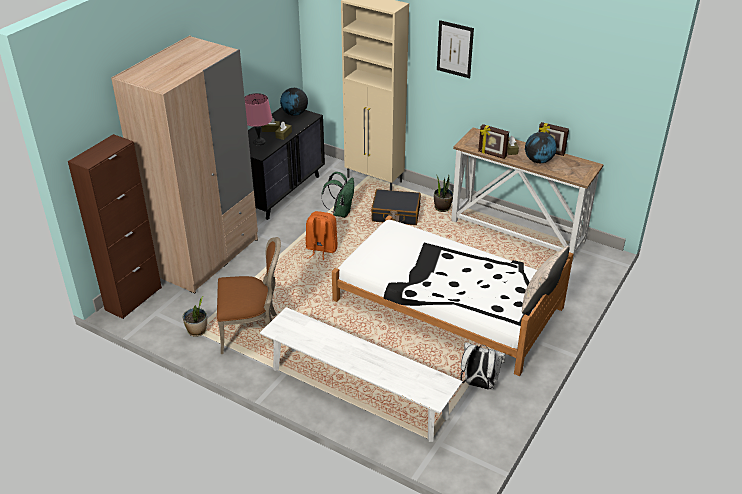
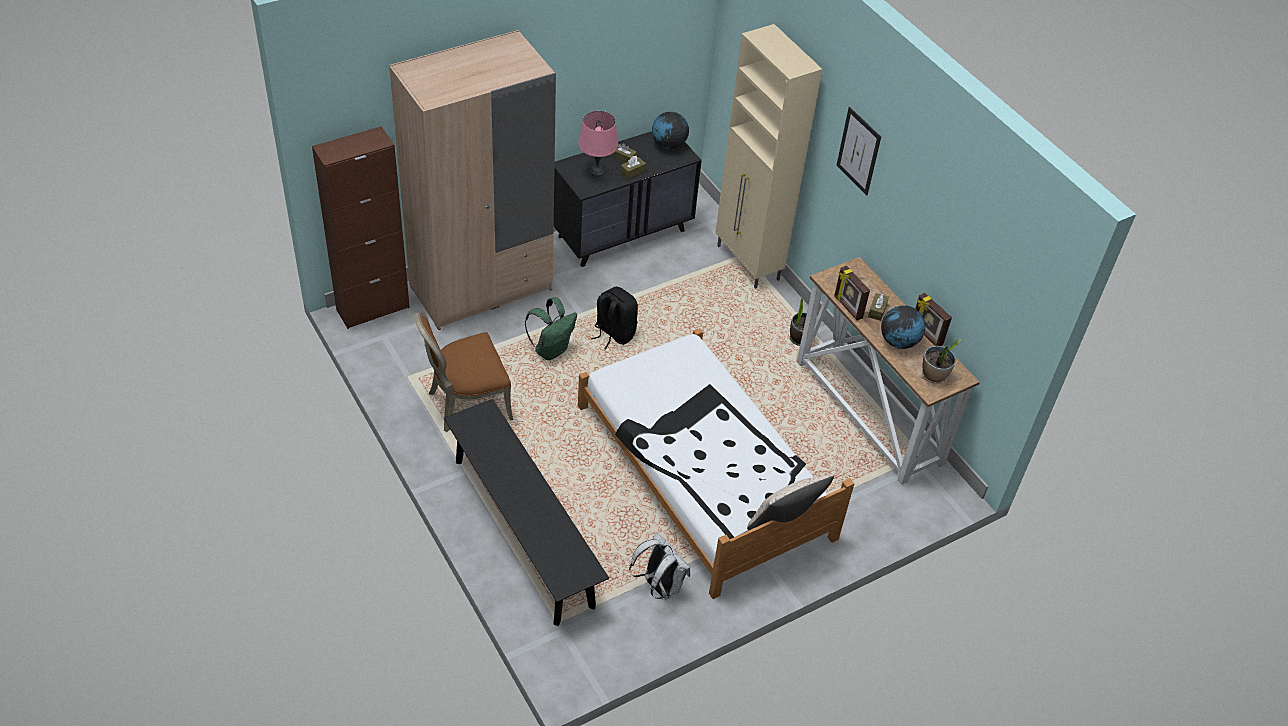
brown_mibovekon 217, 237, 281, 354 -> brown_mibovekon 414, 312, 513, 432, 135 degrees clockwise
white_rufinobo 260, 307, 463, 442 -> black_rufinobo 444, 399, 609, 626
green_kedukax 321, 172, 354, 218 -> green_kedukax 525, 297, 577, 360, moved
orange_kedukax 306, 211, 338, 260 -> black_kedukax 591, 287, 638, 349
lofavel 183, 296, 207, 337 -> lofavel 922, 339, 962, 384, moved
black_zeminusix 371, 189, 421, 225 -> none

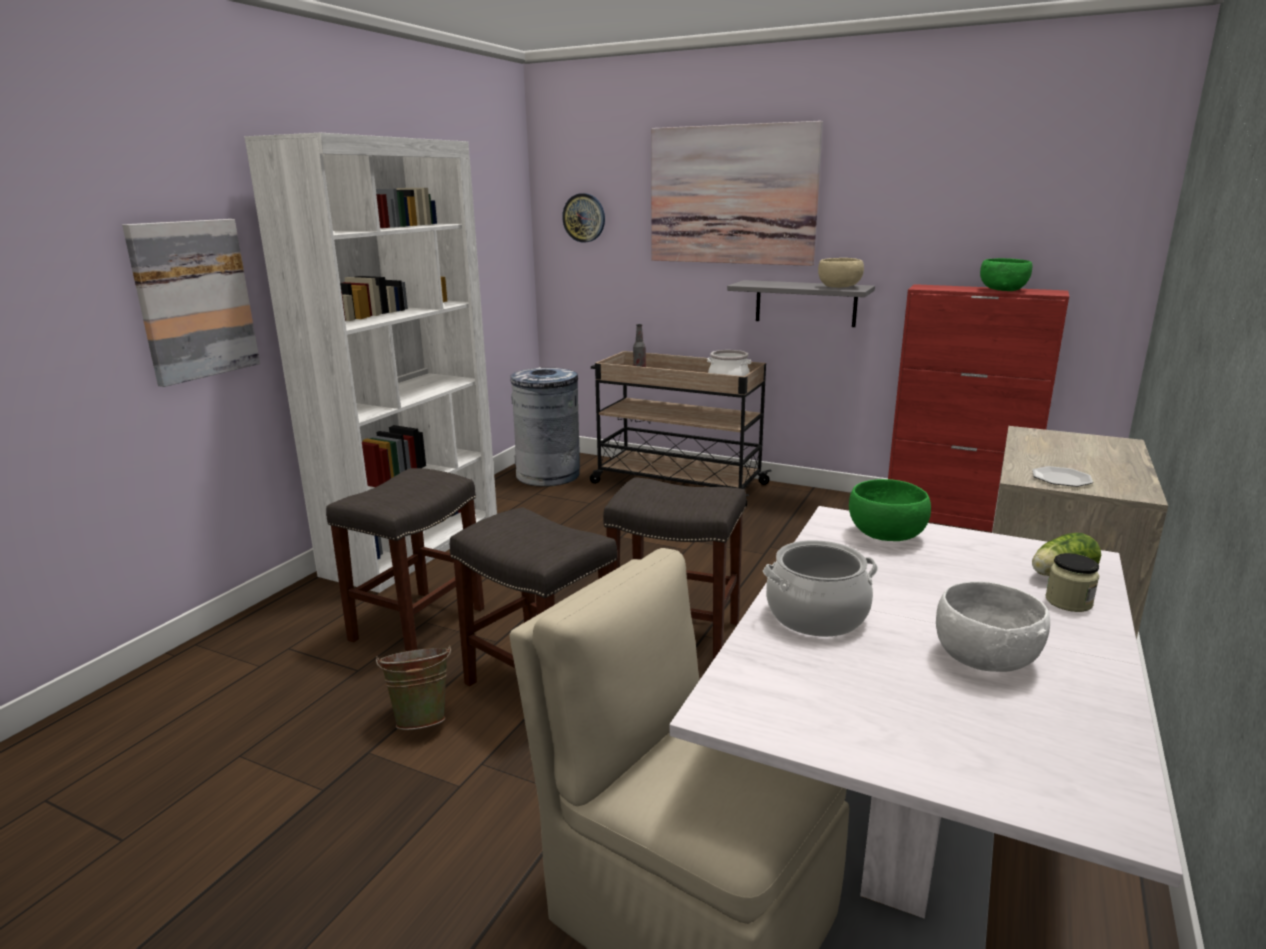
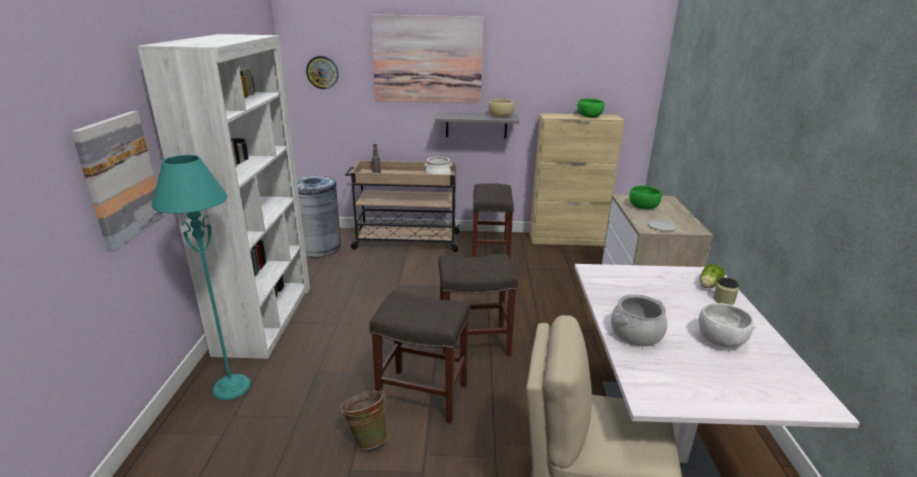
none -> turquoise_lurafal 151, 155, 251, 400
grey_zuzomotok 326, 468, 484, 652 -> grey_zuzomotok 472, 183, 514, 257, moved
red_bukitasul 888, 284, 1069, 532 -> beige_bukitasul 530, 113, 624, 246
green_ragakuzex 849, 479, 931, 541 -> green_ragakuzex 629, 186, 662, 209, moved

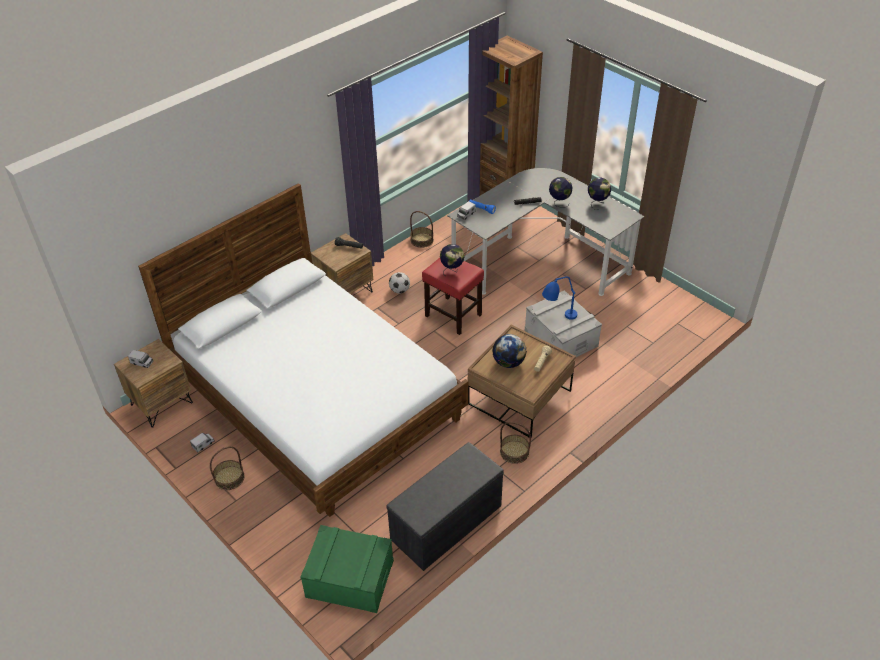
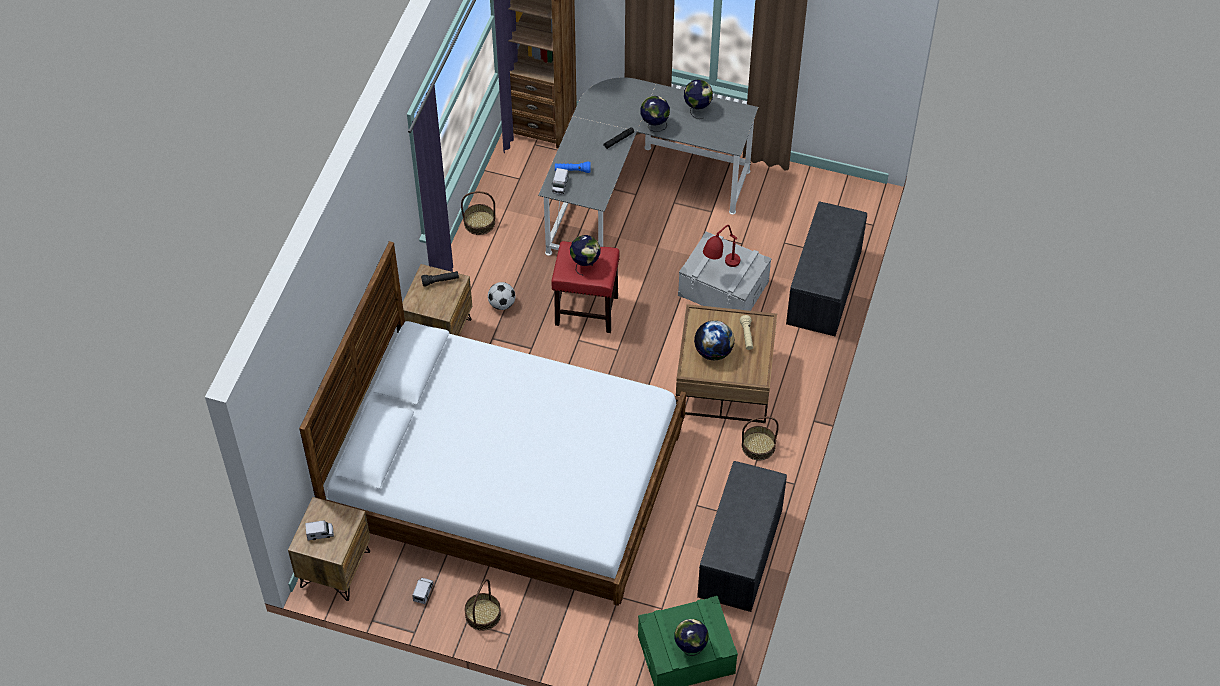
none -> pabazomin 674, 619, 709, 656
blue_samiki 542, 276, 577, 320 -> red_samiki 703, 225, 740, 267
none -> grey_rufinobo 786, 202, 867, 337

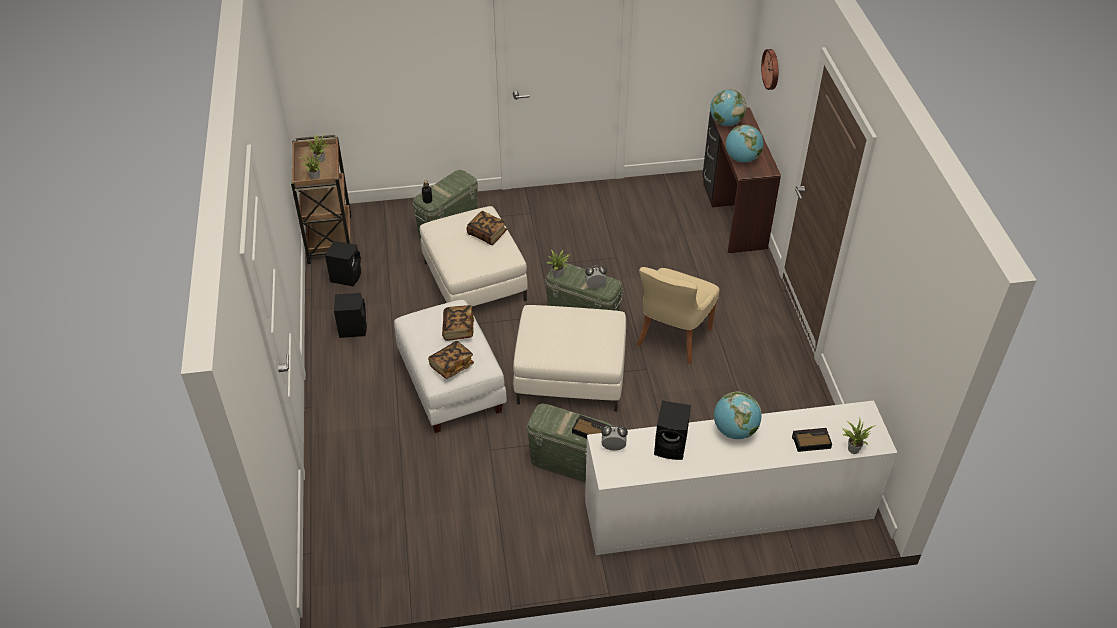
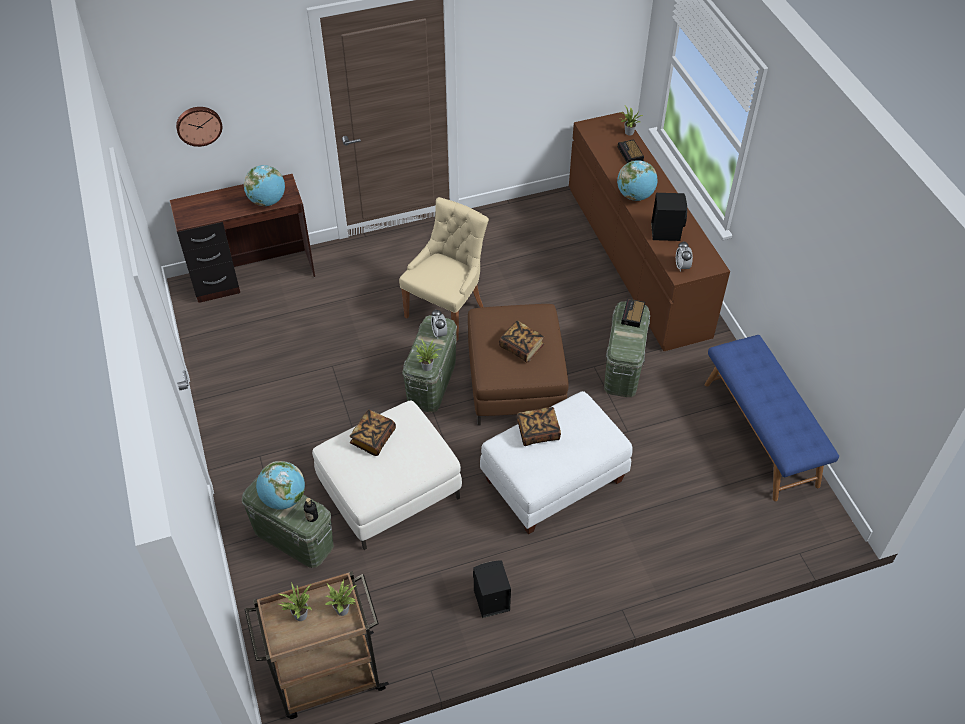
pabazomin 710, 89, 747, 126 -> pabazomin 256, 461, 305, 510, moved
beige_mibovekon 637, 267, 720, 364 -> beige_mibovekon 399, 197, 489, 341, 75 degrees counterclockwise
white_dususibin 513, 305, 626, 412 -> brown_dususibin 468, 304, 569, 426
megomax 428, 341, 474, 379 -> megomax 499, 320, 545, 363, moved
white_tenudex 585, 400, 897, 555 -> brown_tenudex 569, 112, 730, 351
none -> blue_rufinobo 705, 335, 839, 501
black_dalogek 325, 241, 361, 286 -> none

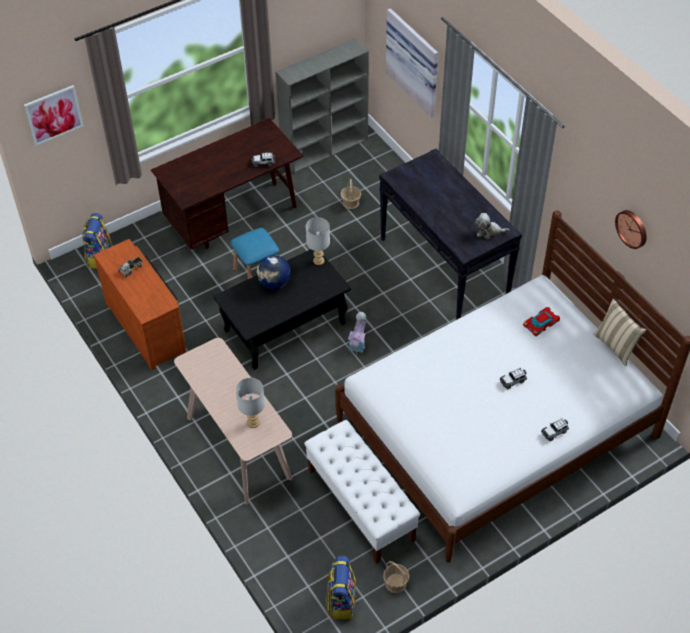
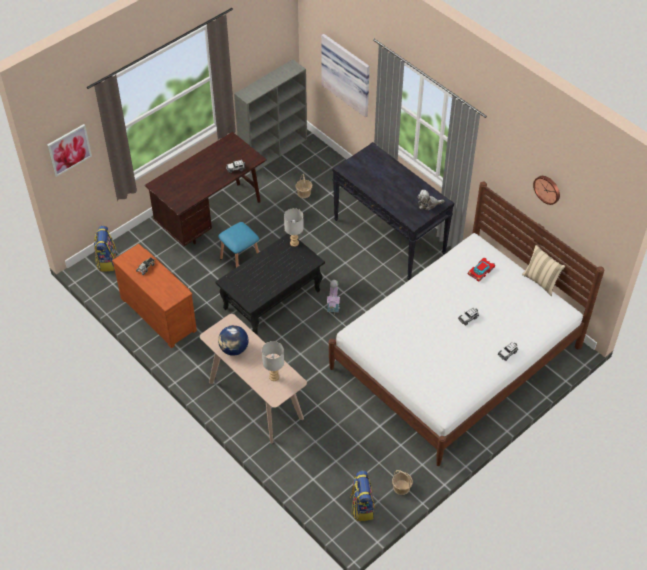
pabazomin 256, 255, 291, 289 -> pabazomin 218, 325, 248, 356, moved
white_rufinobo 304, 420, 420, 564 -> none

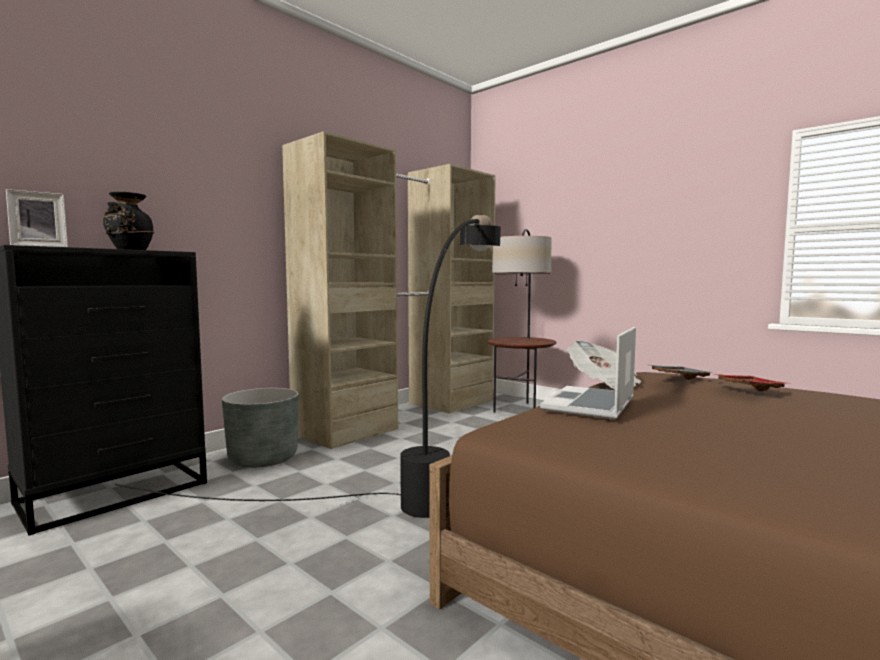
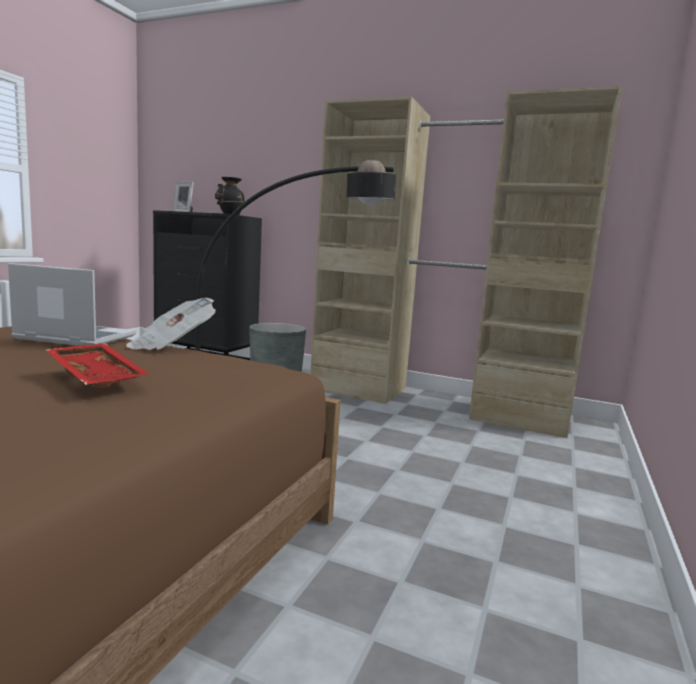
lurafal 487, 229, 556, 412 -> none
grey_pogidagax 650, 365, 715, 380 -> none

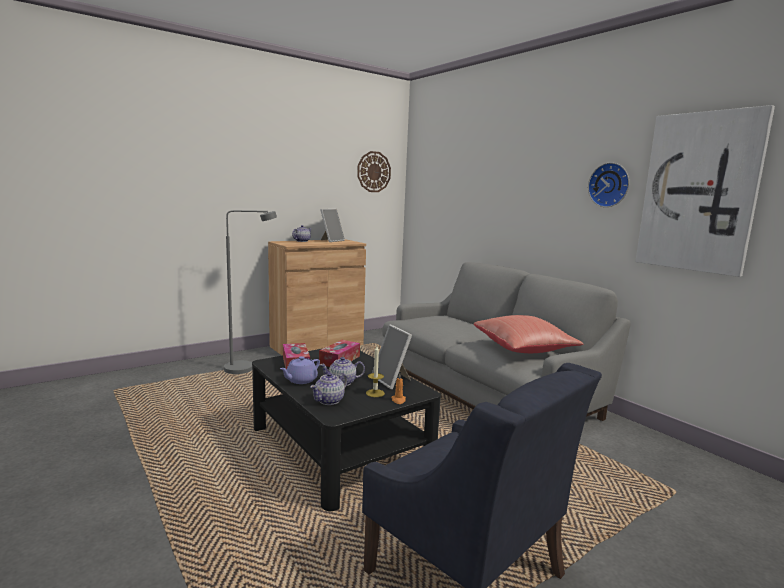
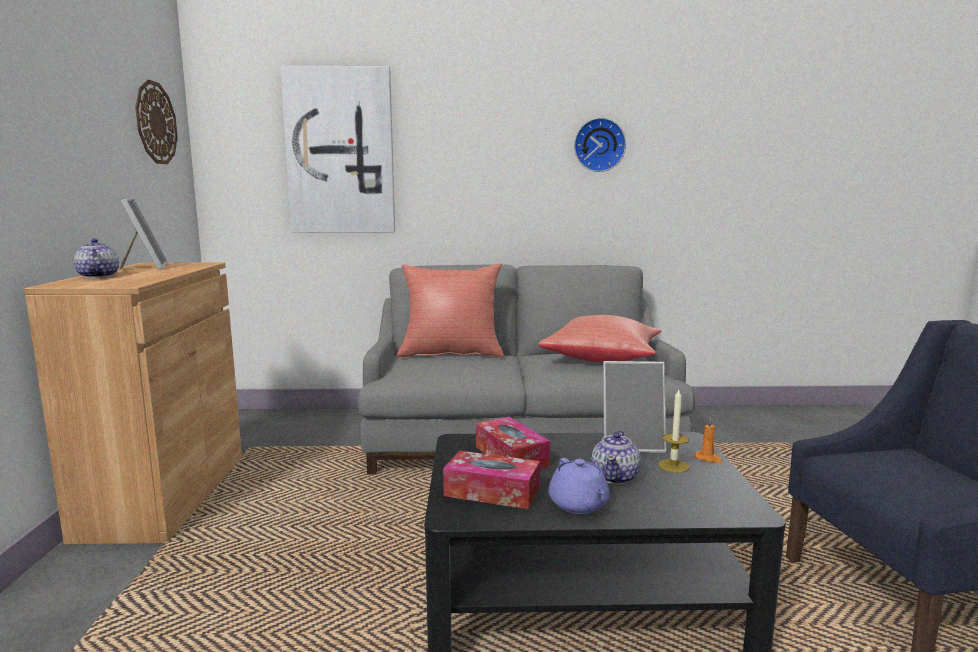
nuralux 635, 105, 775, 277 -> nuralux 280, 66, 395, 233, moved
none -> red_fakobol 397, 264, 504, 357
grey_lurafal 224, 210, 277, 374 -> none
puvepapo 310, 373, 347, 405 -> none

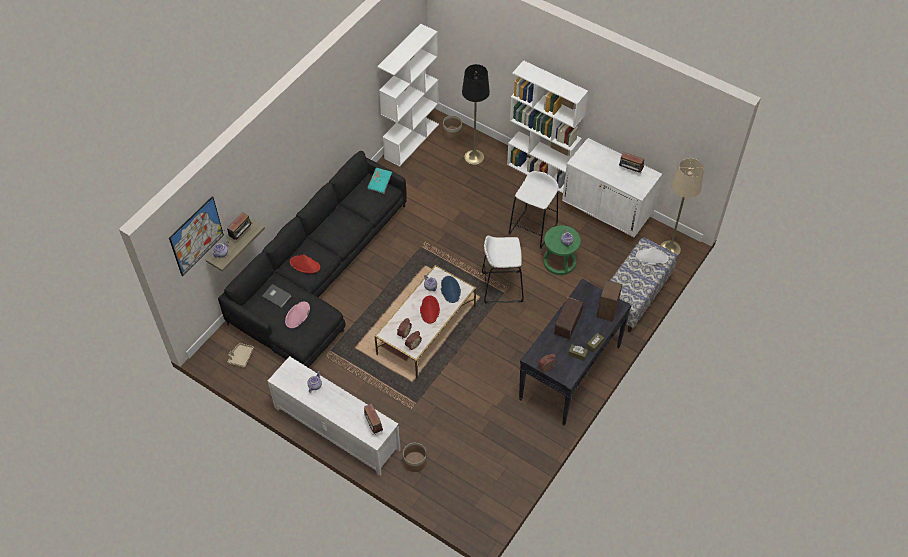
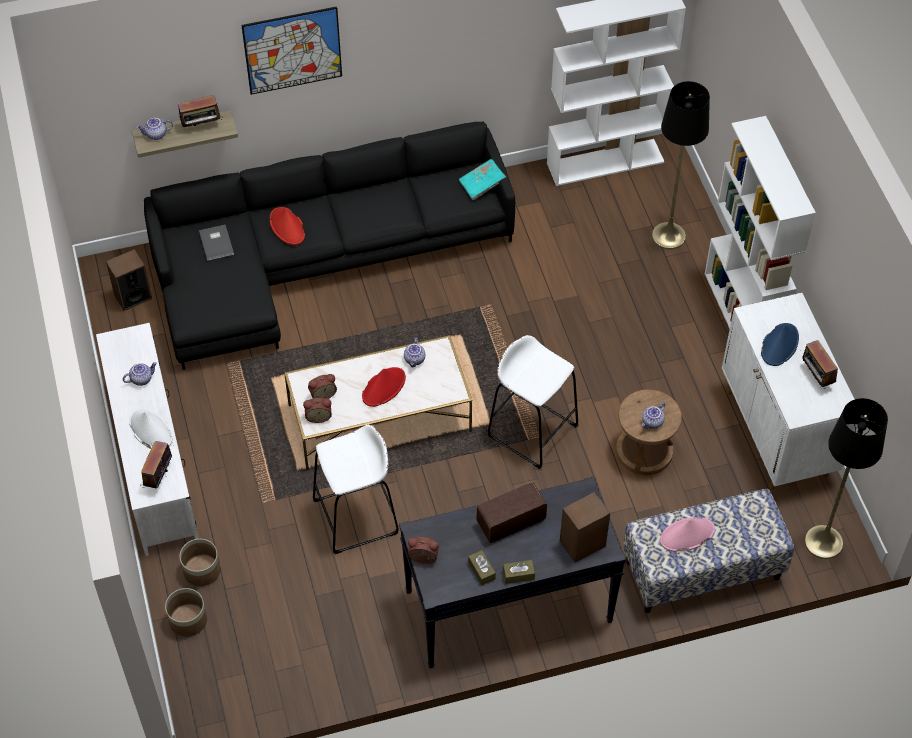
beige_pogidagax 228, 343, 254, 368 -> dalogek 106, 249, 152, 311
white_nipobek 636, 247, 669, 265 -> white_nipobek 129, 409, 172, 449, moved
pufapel 443, 115, 462, 140 -> pufapel 165, 588, 207, 637, moved
nuralux 169, 196, 224, 276 -> nuralux 241, 6, 342, 95, moved
white_zuzomotok 509, 171, 558, 248 -> white_zuzomotok 313, 425, 398, 554, moved
green_zuzomotok 543, 225, 581, 275 -> brown_zuzomotok 616, 389, 682, 475
pink_nipobek 285, 302, 310, 328 -> pink_nipobek 660, 517, 715, 552, moved
blue_nipobek 441, 276, 461, 303 -> blue_nipobek 761, 323, 799, 366, moved
beige_lurafal 660, 158, 704, 256 -> black_lurafal 804, 398, 888, 559

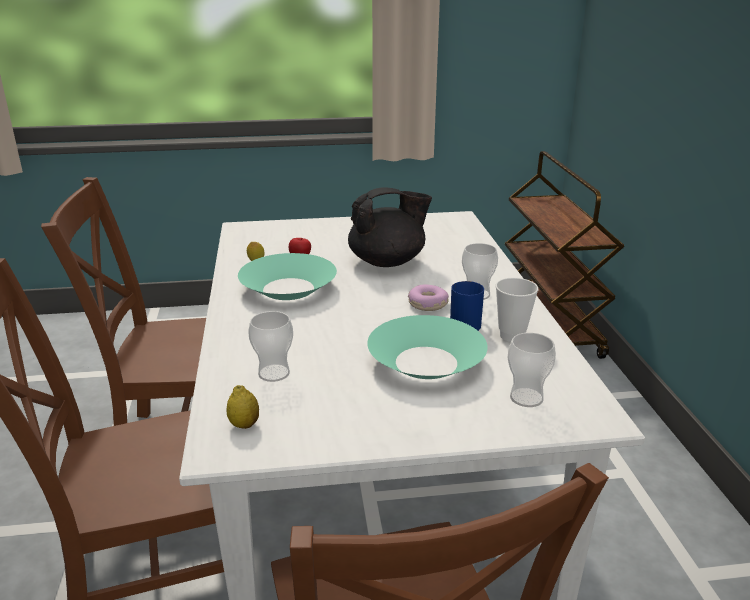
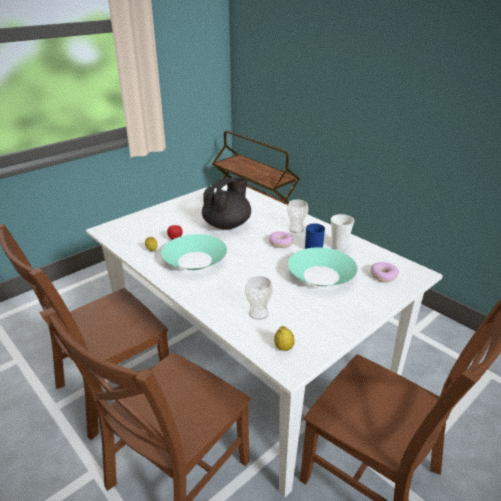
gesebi 508, 333, 556, 407 -> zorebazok 371, 262, 399, 283

